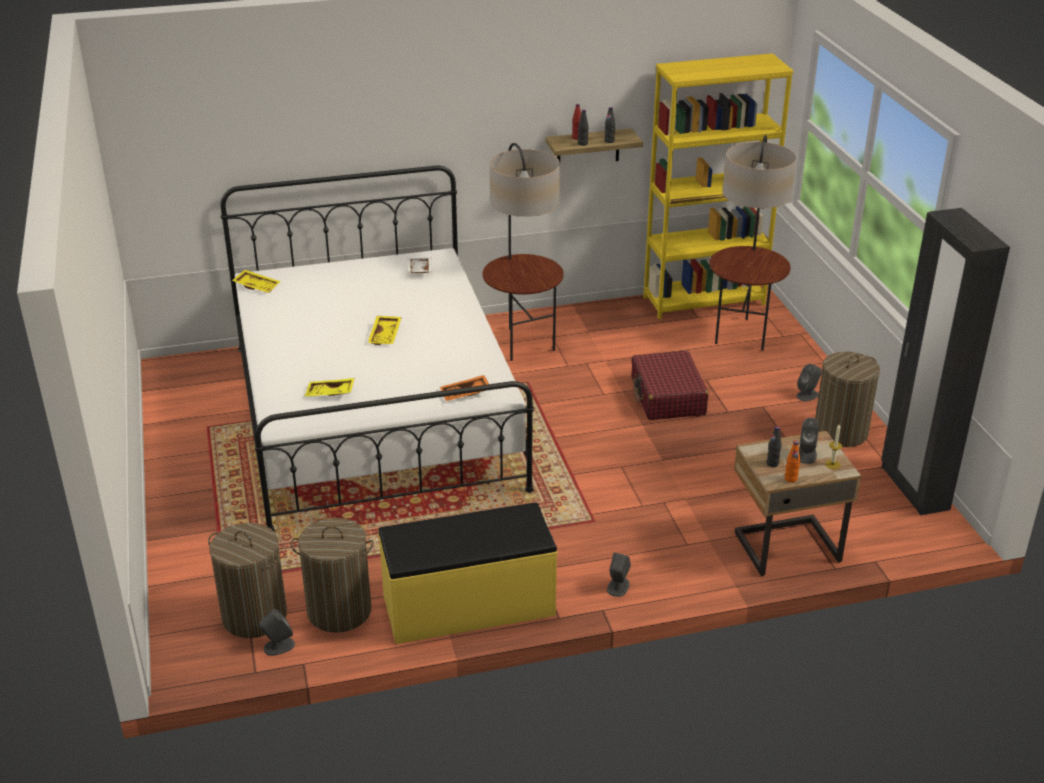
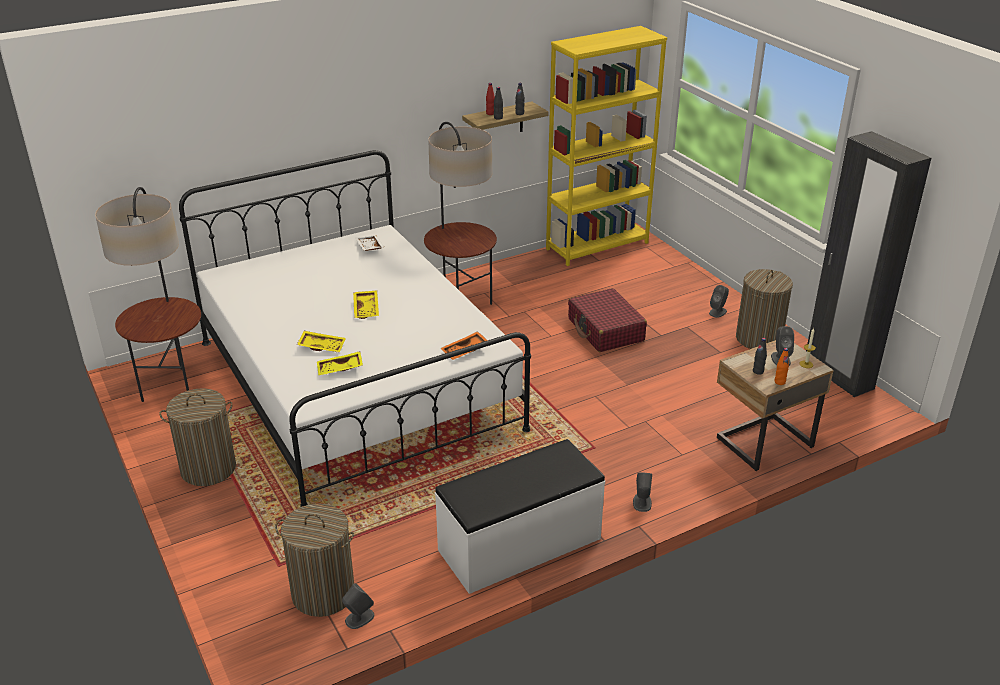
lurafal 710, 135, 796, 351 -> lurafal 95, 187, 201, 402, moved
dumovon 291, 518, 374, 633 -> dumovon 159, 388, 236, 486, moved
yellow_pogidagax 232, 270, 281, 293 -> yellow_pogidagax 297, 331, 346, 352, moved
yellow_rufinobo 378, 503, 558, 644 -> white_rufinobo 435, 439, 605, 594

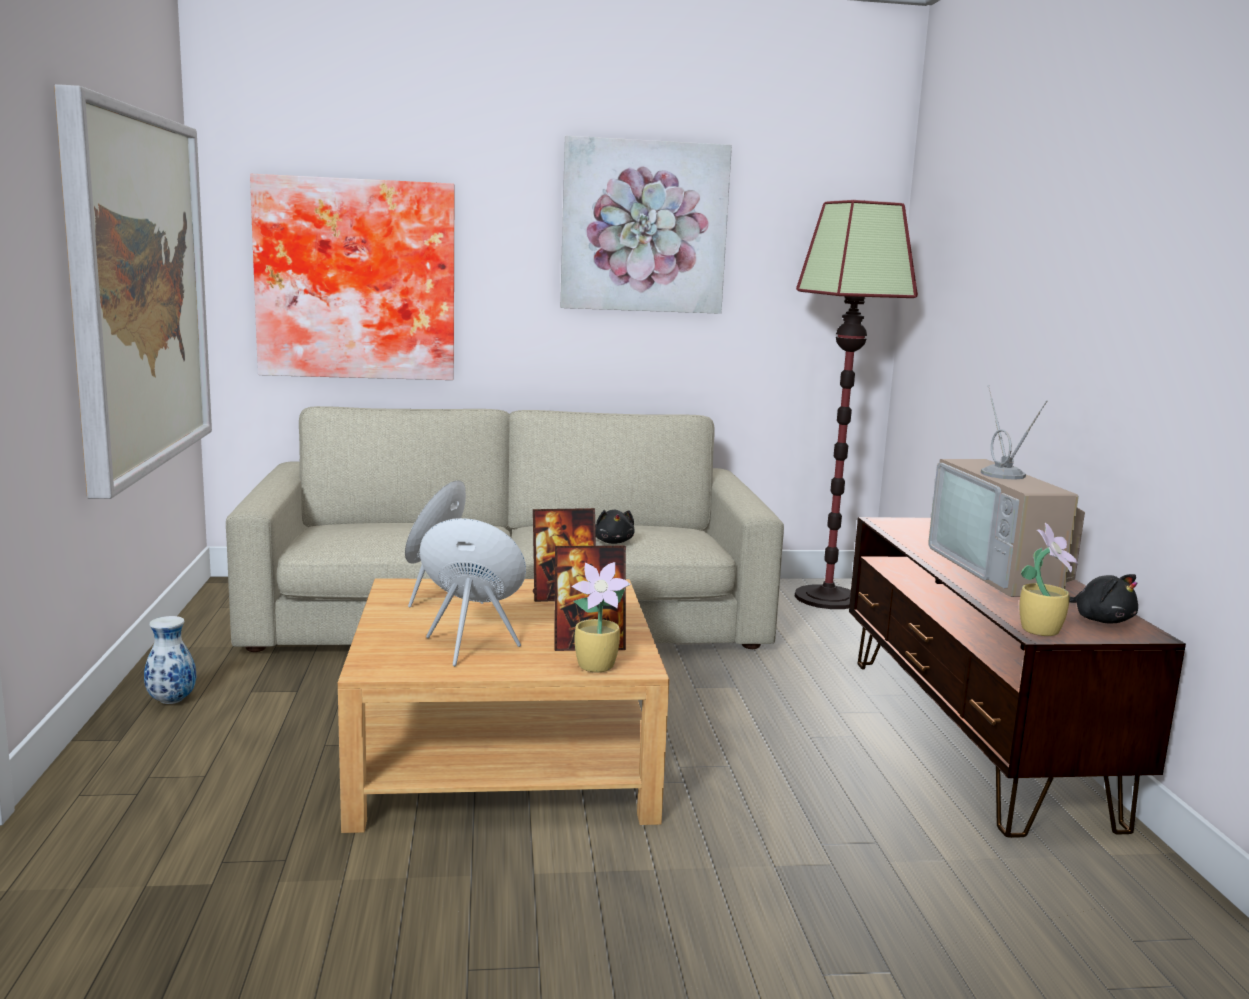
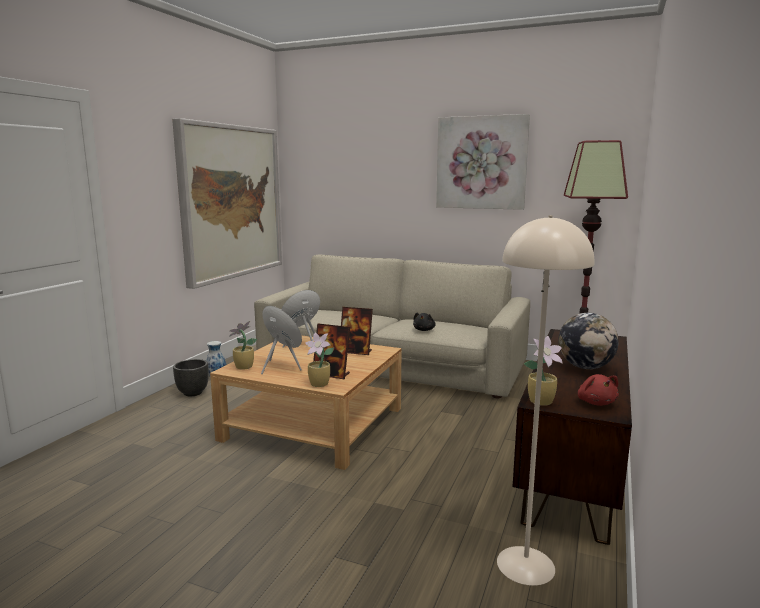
none -> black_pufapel 173, 359, 209, 397
none -> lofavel 229, 321, 257, 370
none -> beige_lurafal 497, 215, 594, 586
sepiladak 928, 385, 1085, 597 -> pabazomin 558, 313, 619, 369
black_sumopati 1069, 574, 1138, 623 -> red_sumopati 578, 374, 619, 406
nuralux 250, 174, 454, 380 -> none

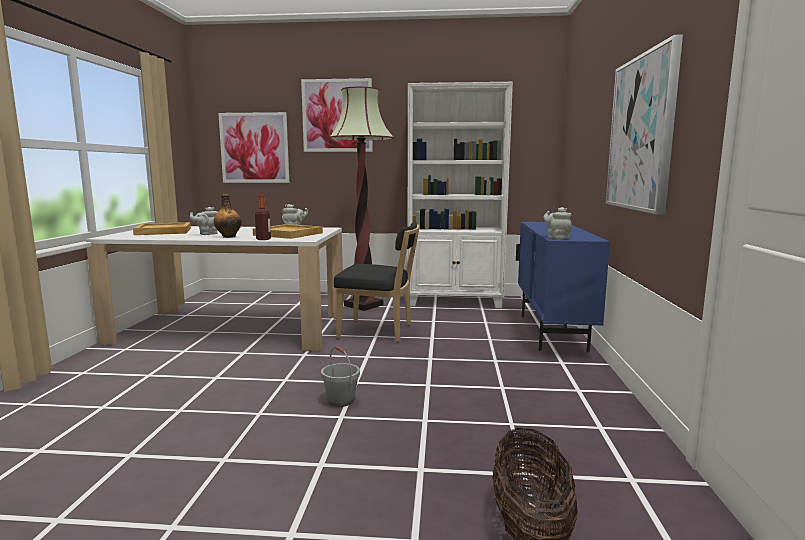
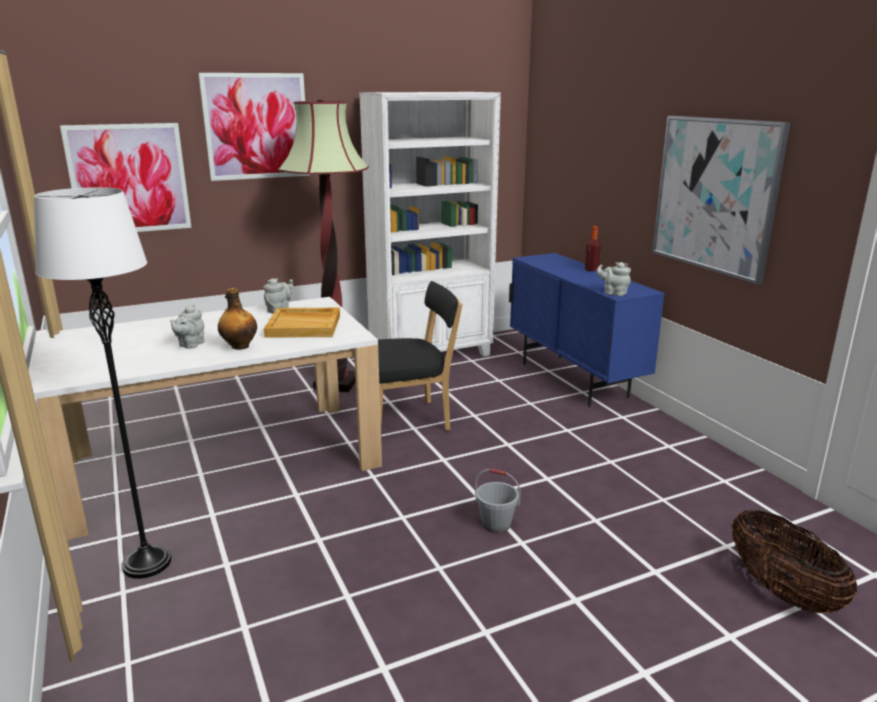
none -> white_lurafal 34, 187, 172, 579
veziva 255, 195, 271, 240 -> veziva 585, 226, 601, 271, moved
beige_pogidagax 133, 222, 191, 235 -> none

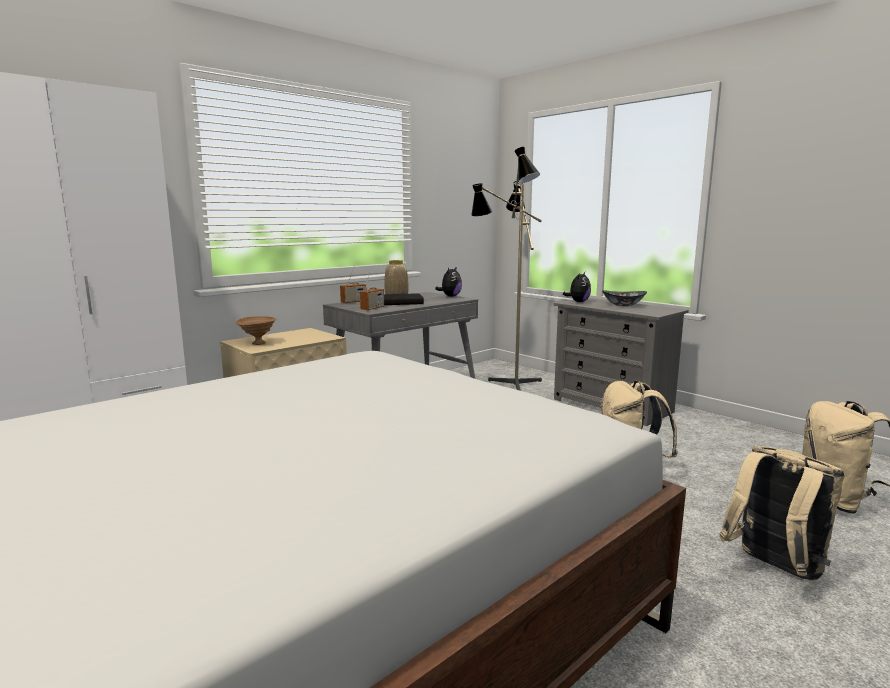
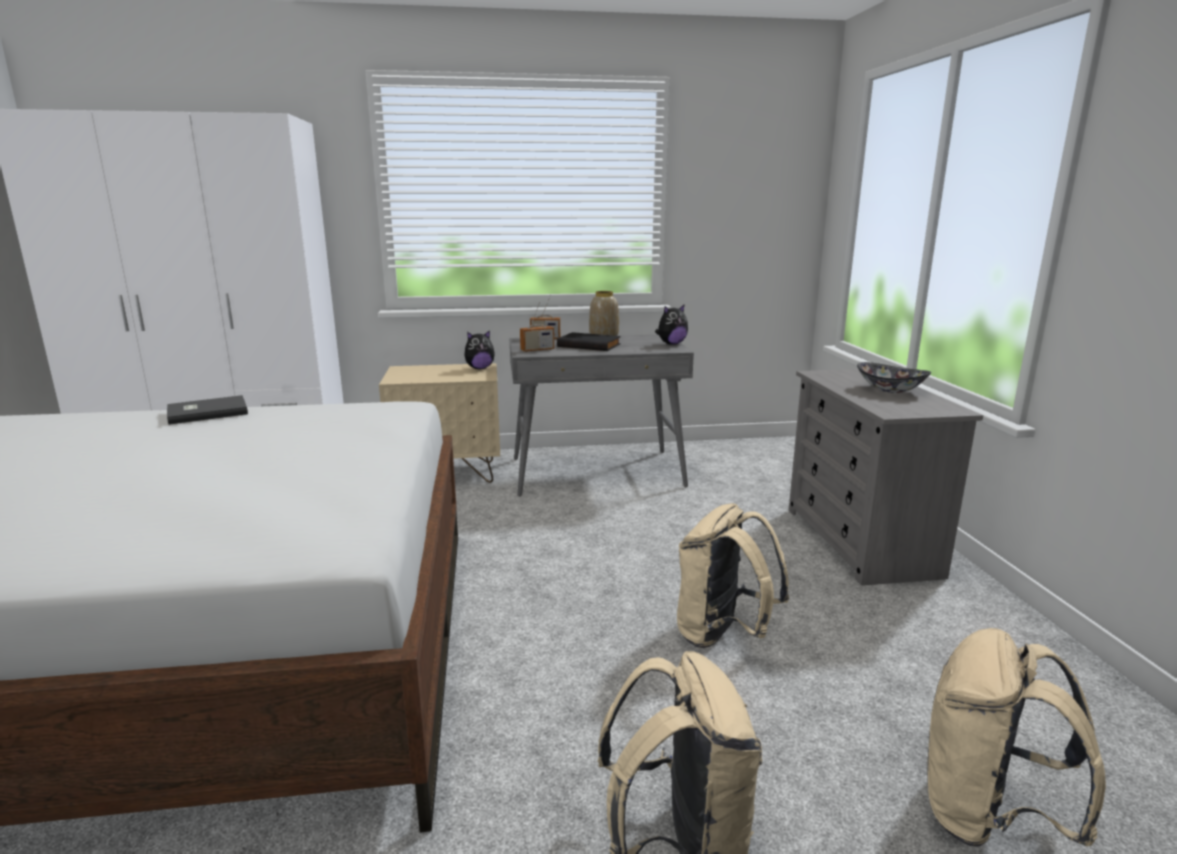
none -> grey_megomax 167, 395, 248, 425
sumopati 563, 272, 591, 302 -> sumopati 465, 330, 495, 369, moved
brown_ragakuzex 236, 316, 277, 345 -> none
lurafal 472, 147, 542, 391 -> none

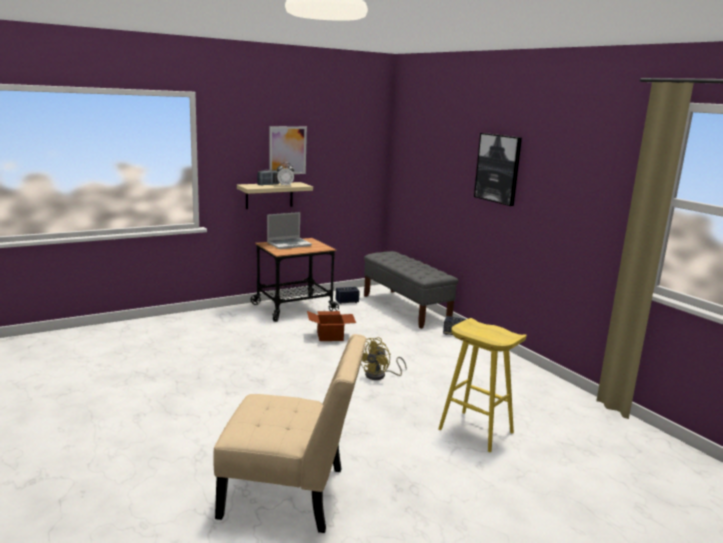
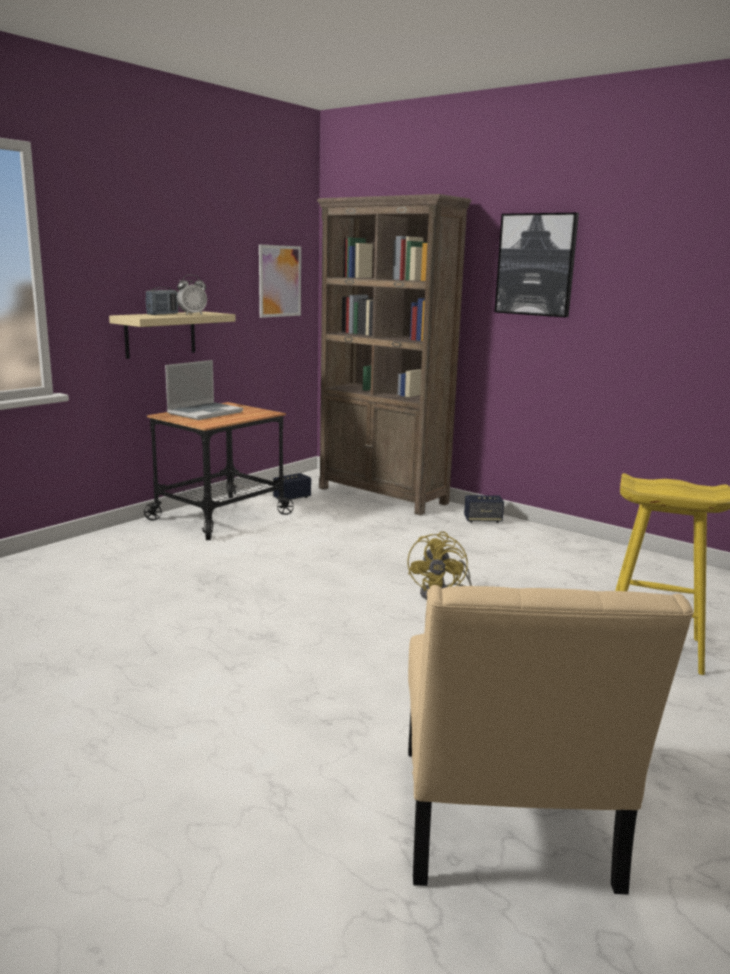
nuralux 269, 126, 307, 174 -> nuralux 259, 245, 301, 318, moved
grey_rufinobo 364, 251, 458, 329 -> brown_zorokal 317, 194, 472, 516
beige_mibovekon 213, 334, 367, 533 -> beige_mibovekon 408, 585, 693, 894, 105 degrees clockwise
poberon 307, 311, 356, 341 -> none

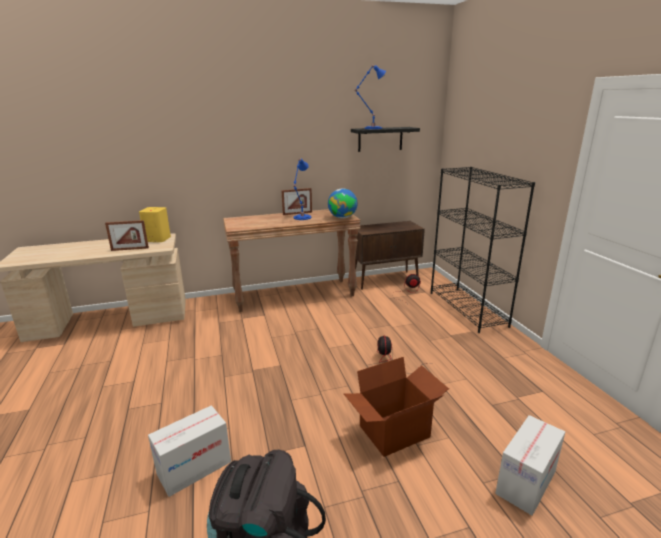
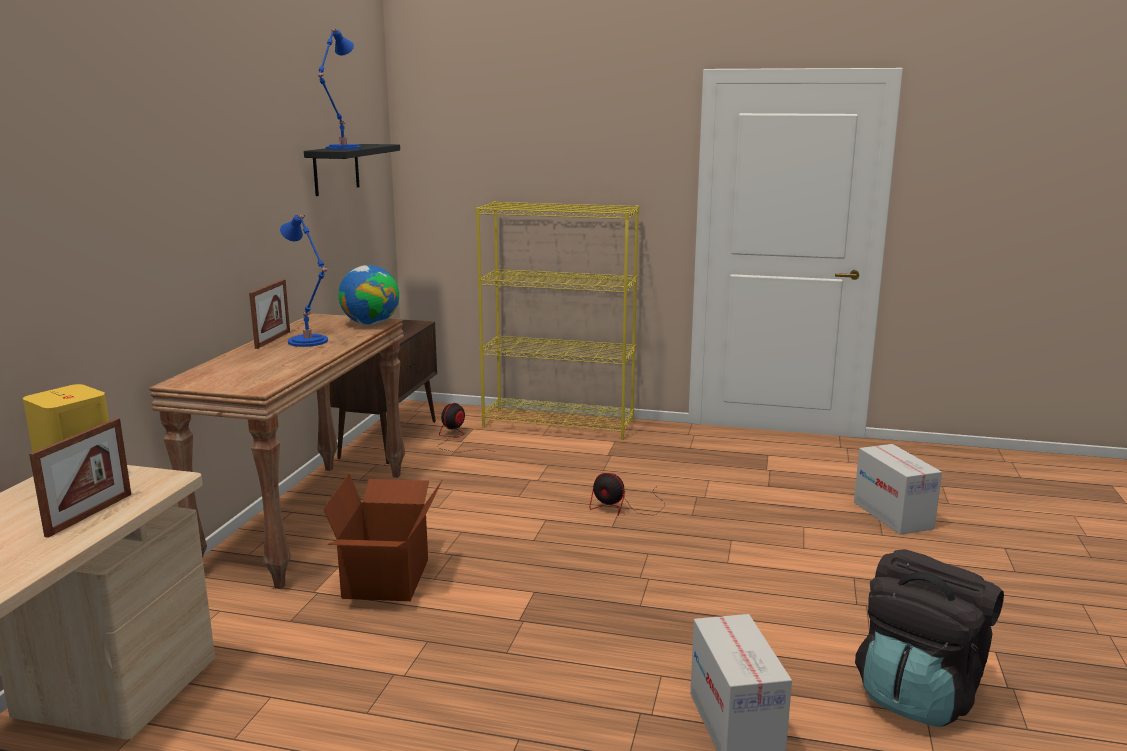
poberon 344, 357, 449, 457 -> poberon 323, 474, 443, 601, moved
black_zorokal 431, 167, 535, 333 -> yellow_zorokal 476, 201, 639, 440

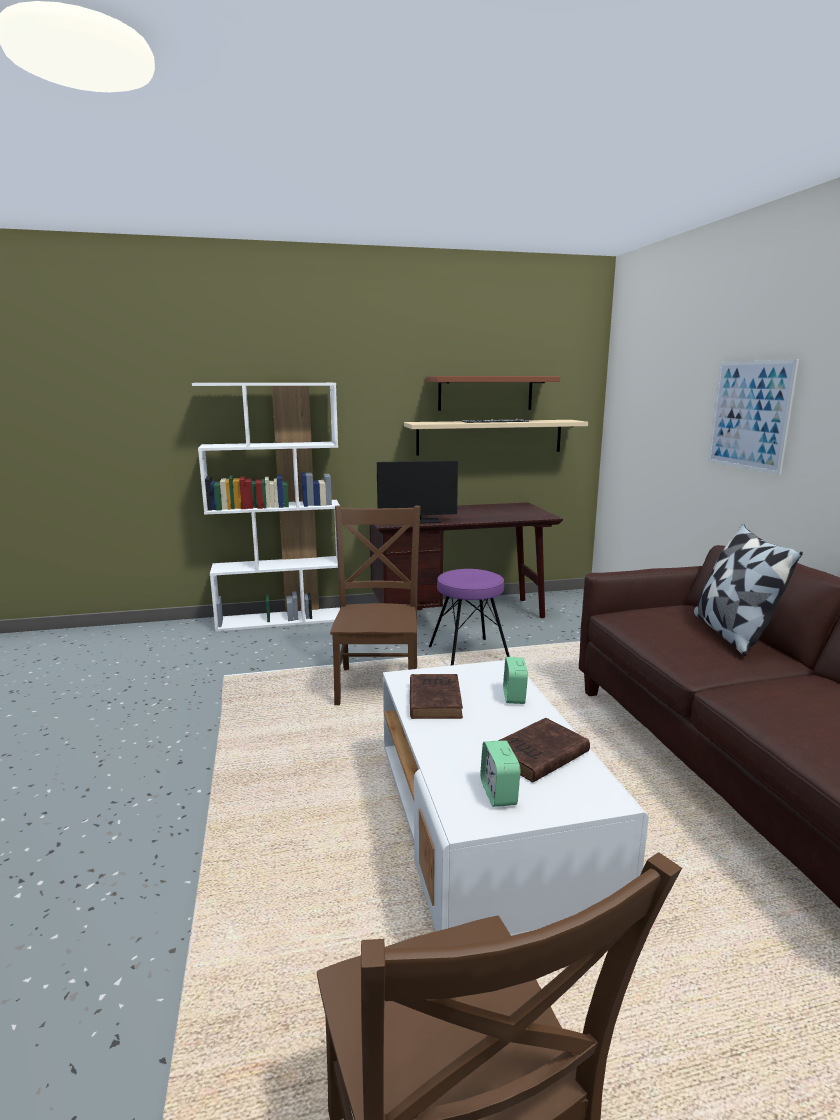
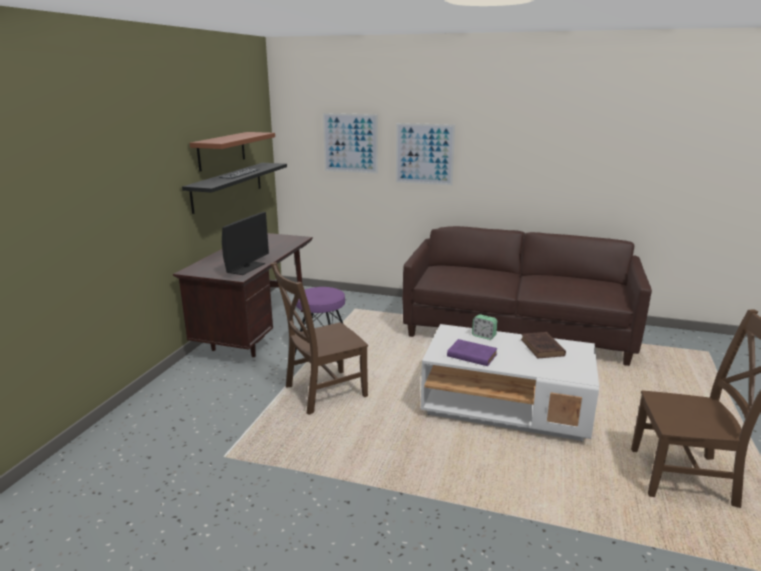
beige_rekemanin 404, 420, 588, 455 -> black_rekemanin 182, 163, 287, 214
brown_mibovekon 330, 506, 421, 705 -> brown_mibovekon 271, 262, 368, 415, 60 degrees counterclockwise
none -> nuralux 323, 113, 378, 174
brown_megomax 410, 674, 463, 719 -> purple_megomax 447, 339, 498, 366
white_zorokal 192, 383, 340, 632 -> none
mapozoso 480, 740, 520, 807 -> none
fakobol 694, 524, 803, 656 -> none

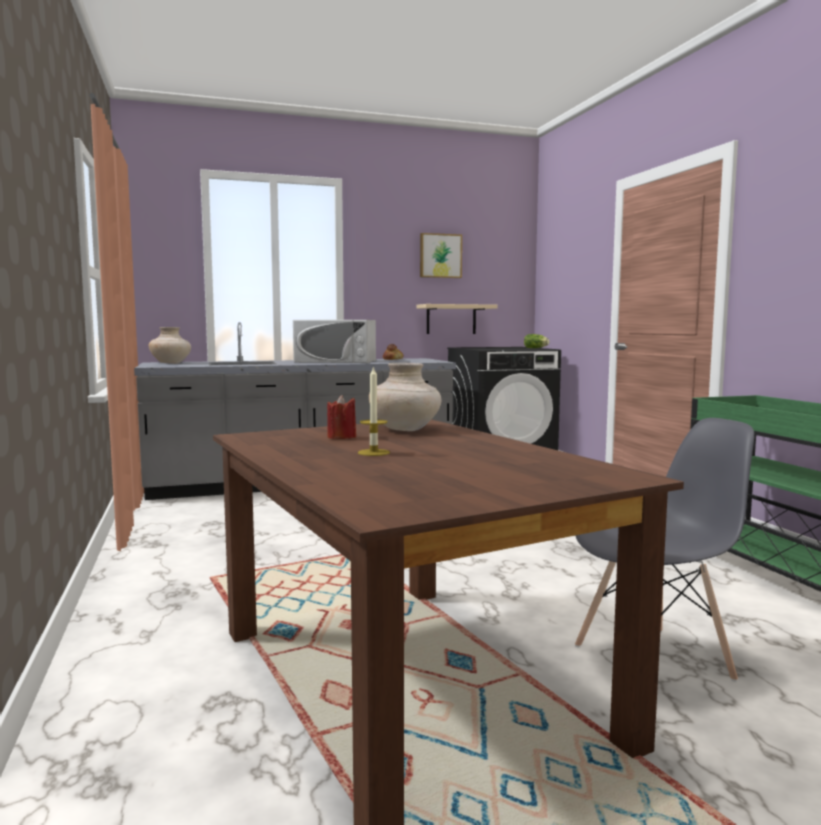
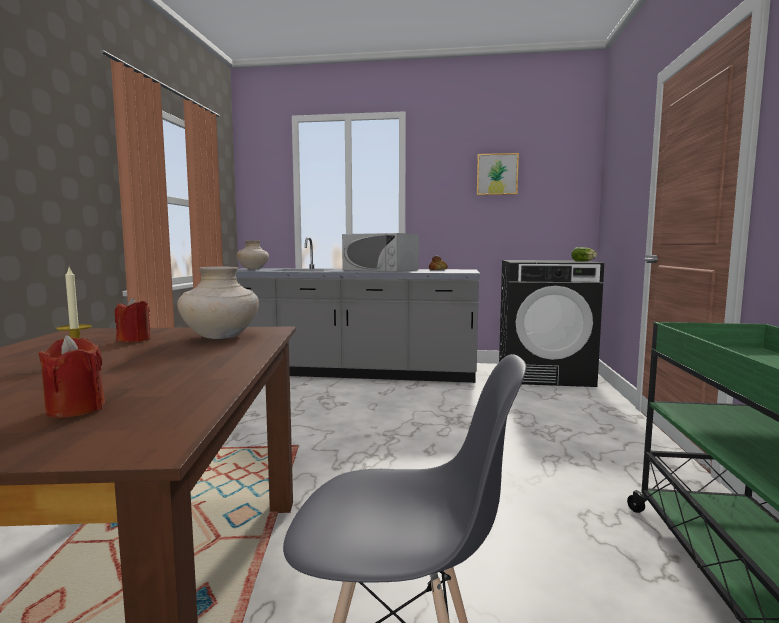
none -> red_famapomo 38, 335, 105, 418
beige_rekemanin 417, 304, 497, 334 -> none

